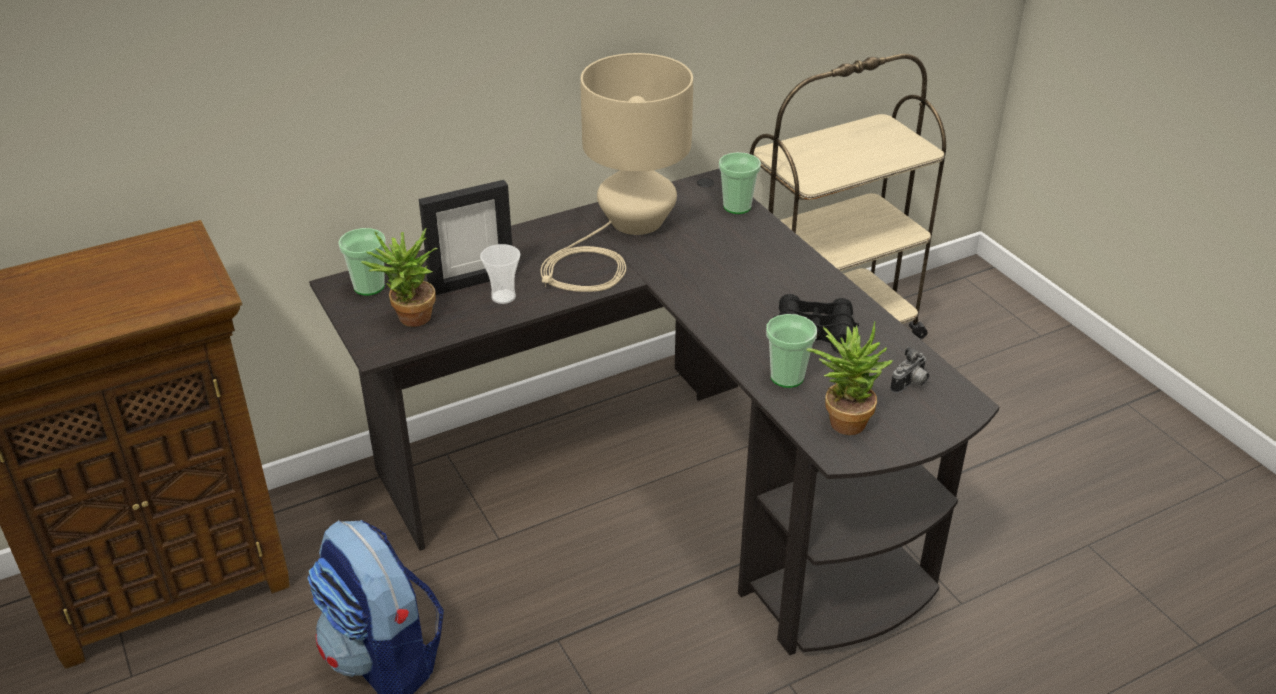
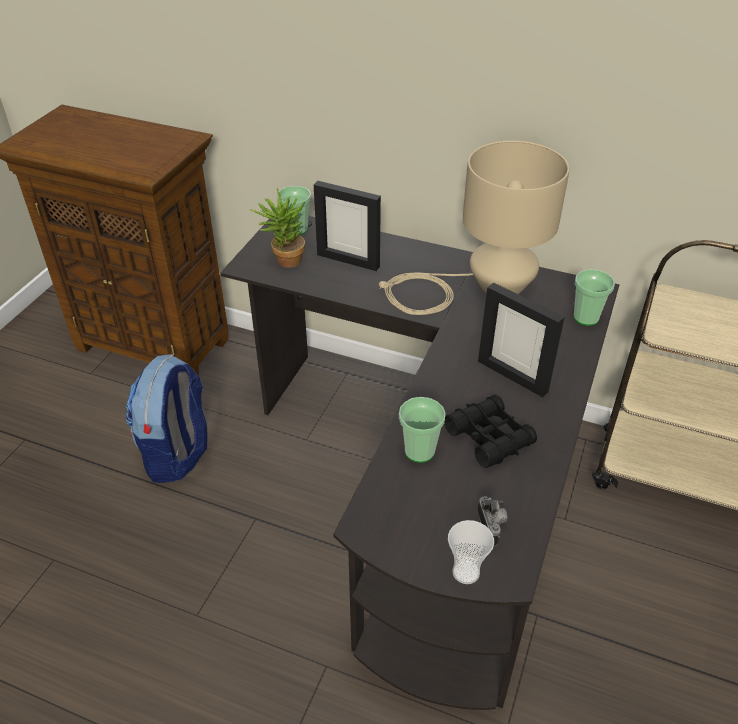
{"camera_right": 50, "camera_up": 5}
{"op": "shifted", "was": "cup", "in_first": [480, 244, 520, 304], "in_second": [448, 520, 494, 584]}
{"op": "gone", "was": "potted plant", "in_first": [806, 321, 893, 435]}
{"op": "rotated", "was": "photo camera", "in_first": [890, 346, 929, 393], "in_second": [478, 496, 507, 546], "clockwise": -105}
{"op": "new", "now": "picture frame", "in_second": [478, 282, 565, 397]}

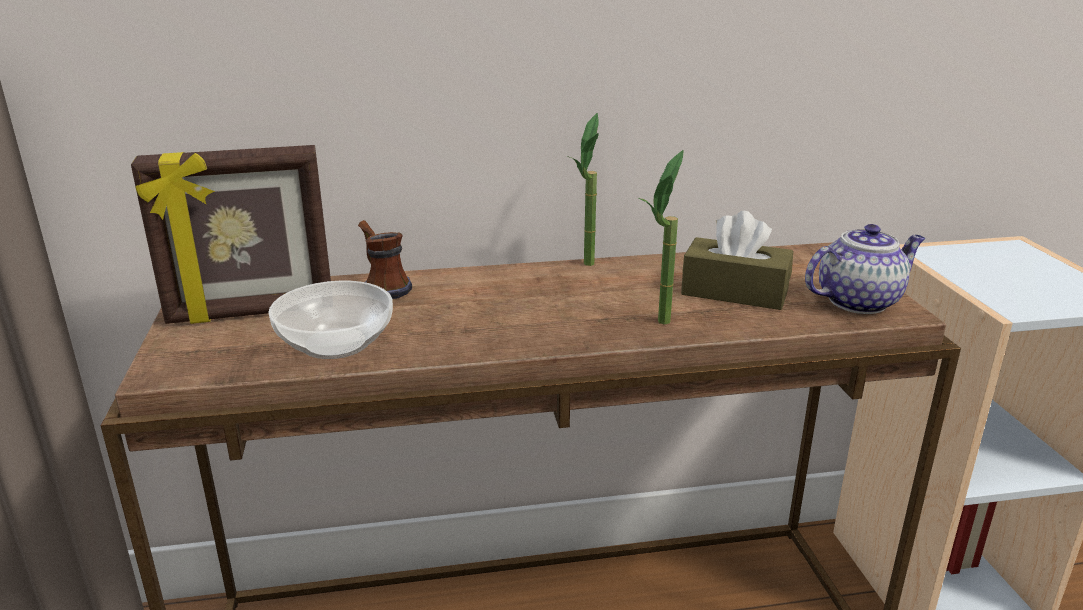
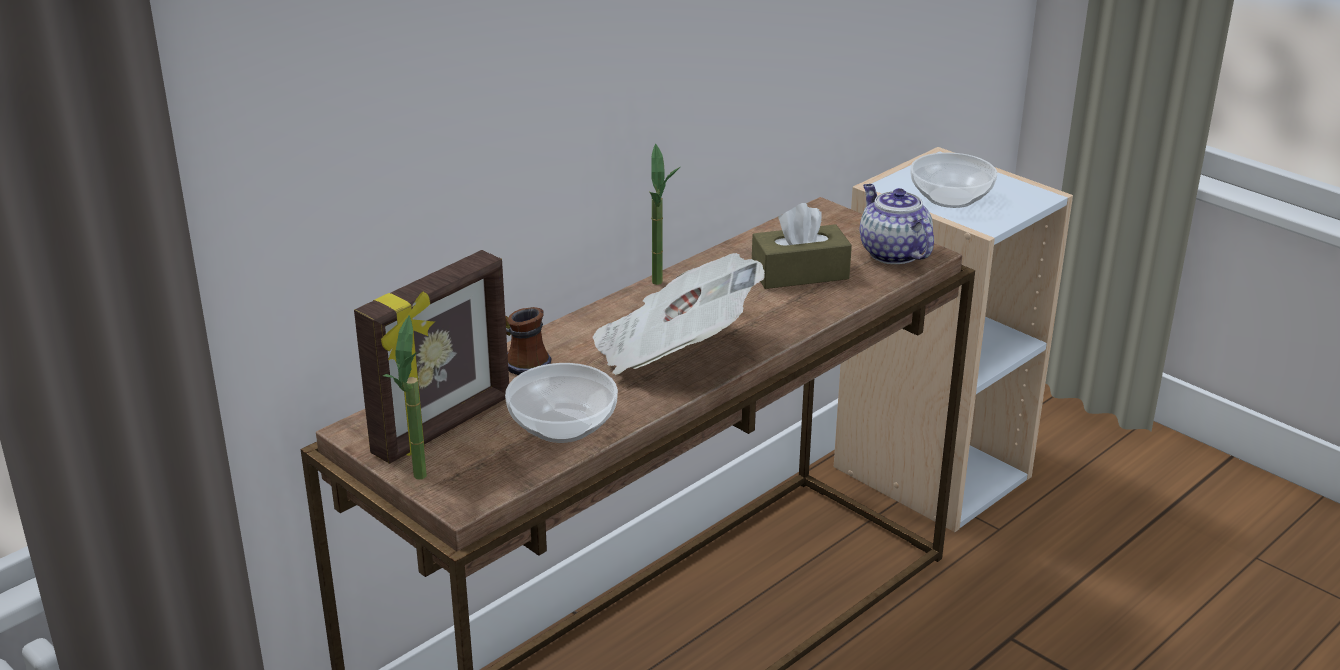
{"camera_right": -35, "camera_up": 5}
{"op": "shifted", "was": "potted plant", "in_first": [639, 150, 684, 325], "in_second": [383, 315, 427, 480]}
{"op": "rotated", "was": "teapot", "in_first": [805, 224, 926, 314], "in_second": [860, 184, 934, 264], "clockwise": -60}
{"op": "new", "now": "bowl", "in_second": [910, 152, 997, 208]}
{"op": "new", "now": "newspaper", "in_second": [592, 253, 765, 375]}

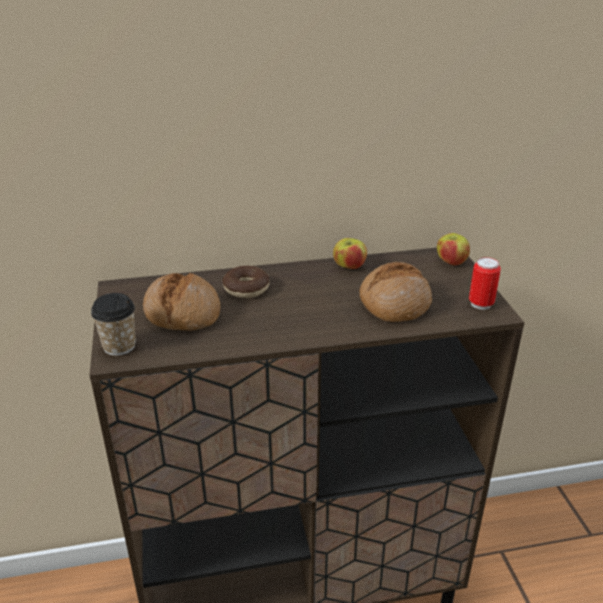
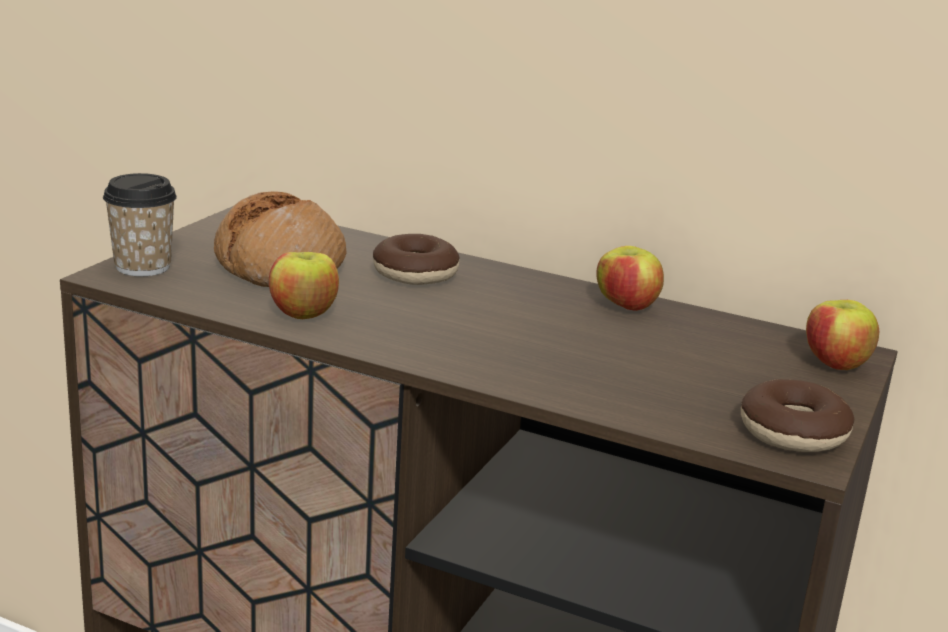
{"camera_right": 35, "camera_up": -10}
{"op": "swapped", "was": "can", "now": "donut", "in_first": [469, 257, 501, 310], "in_second": [741, 379, 854, 452]}
{"op": "gone", "was": "bread", "in_first": [359, 262, 432, 322]}
{"op": "new", "now": "apple", "in_second": [269, 252, 339, 319]}

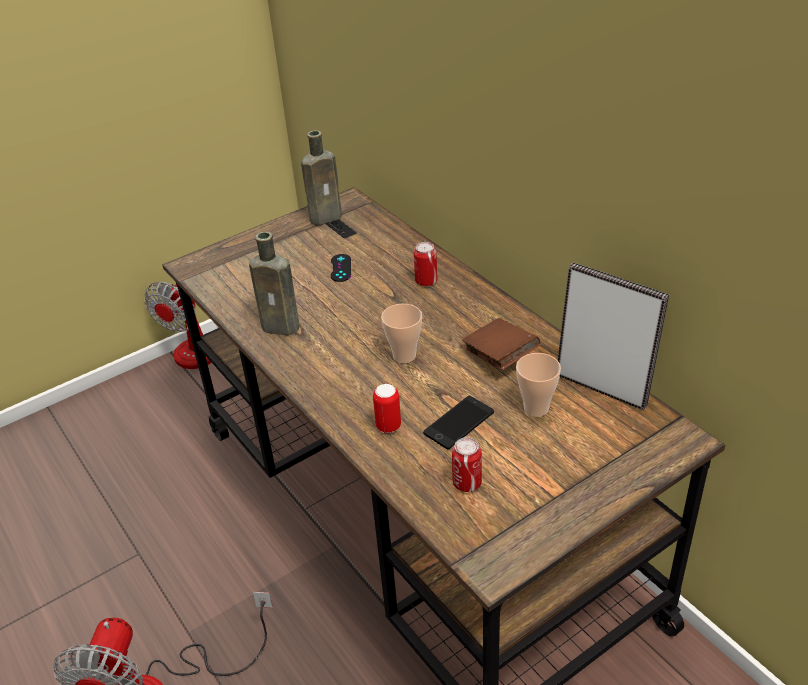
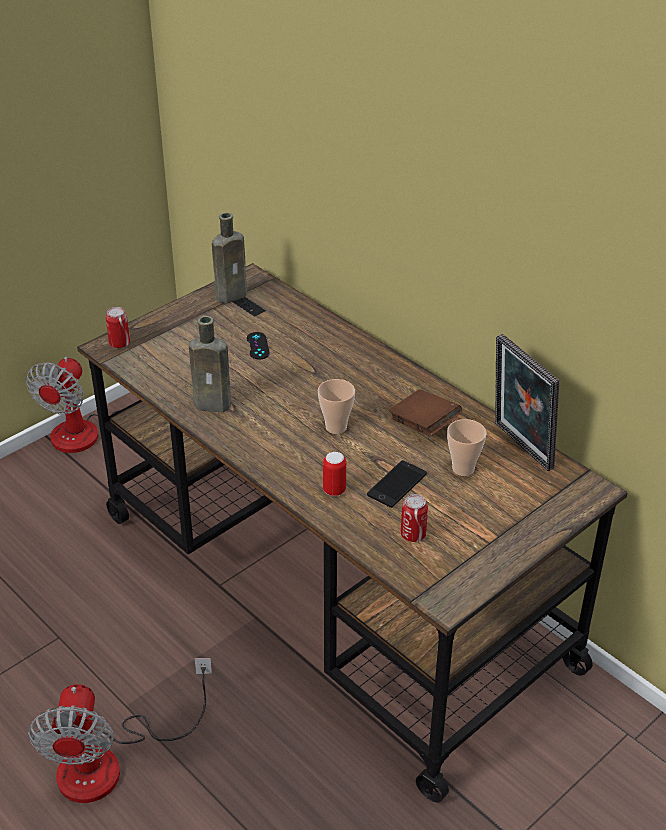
{"camera_right": -10, "camera_up": 0}
{"op": "shifted", "was": "can", "in_first": [414, 242, 438, 286], "in_second": [106, 307, 130, 348]}
{"op": "rotated", "was": "picture frame", "in_first": [558, 263, 669, 410], "in_second": [495, 334, 559, 471], "clockwise": -150}

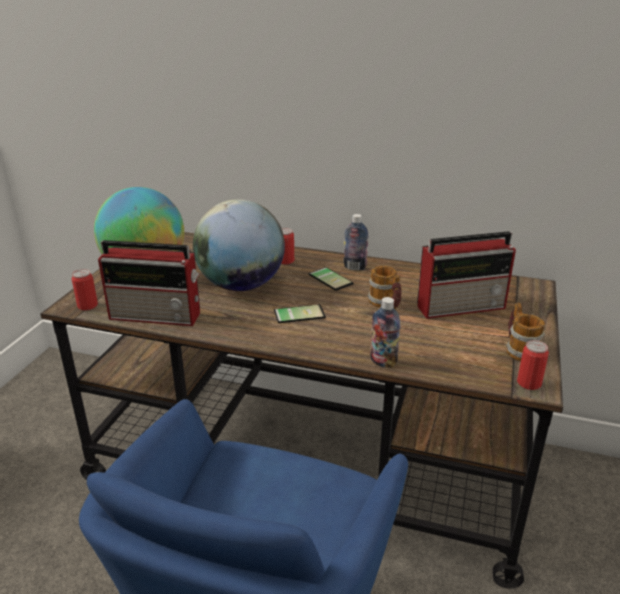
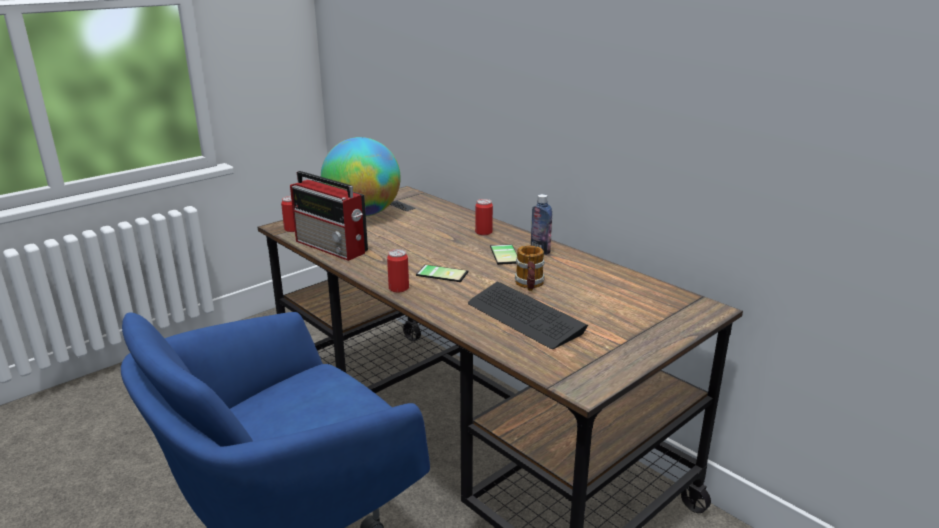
{"camera_right": 30, "camera_up": -5}
{"op": "gone", "was": "globe", "in_first": [193, 199, 285, 291]}
{"op": "gone", "was": "radio", "in_first": [417, 231, 516, 319]}
{"op": "gone", "was": "bottle", "in_first": [370, 297, 400, 368]}
{"op": "gone", "was": "mug", "in_first": [506, 303, 545, 361]}
{"op": "shifted", "was": "can", "in_first": [517, 340, 549, 390], "in_second": [387, 249, 409, 293]}
{"op": "new", "now": "keyboard", "in_second": [468, 282, 588, 349]}

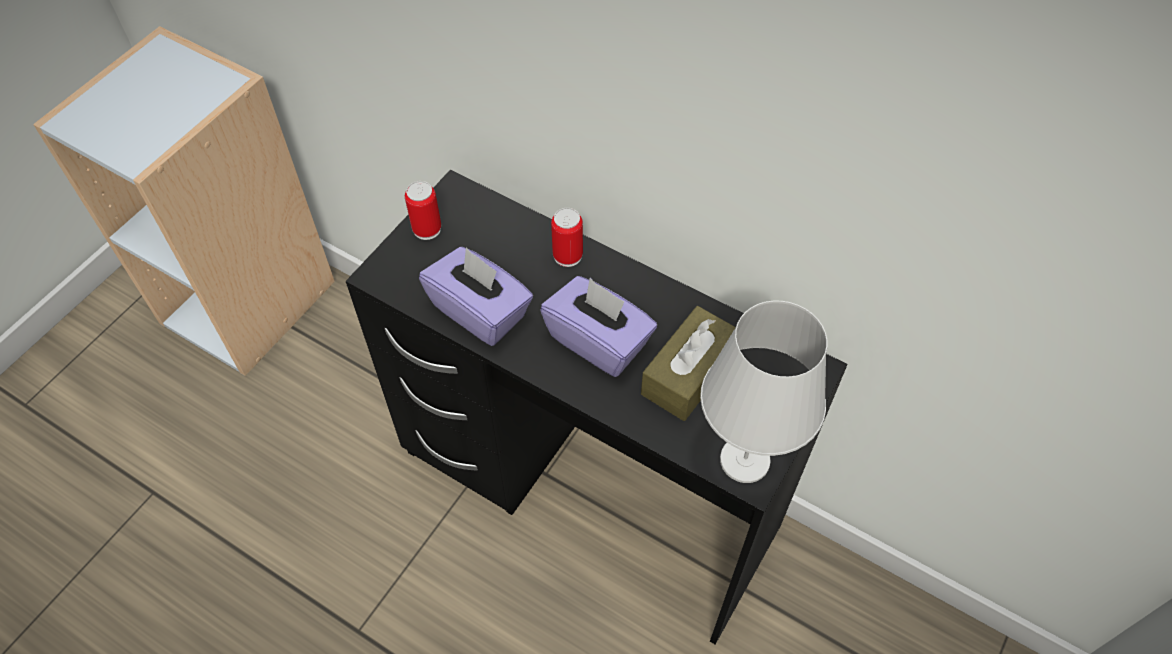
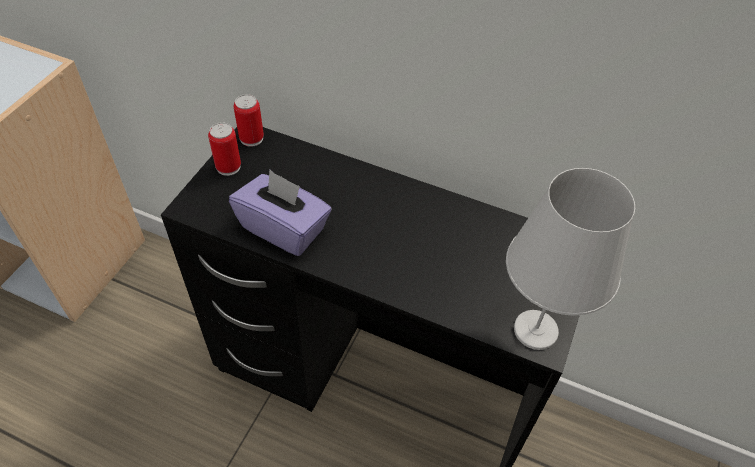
{"camera_right": -10, "camera_up": -5}
{"op": "shifted", "was": "can", "in_first": [551, 208, 583, 267], "in_second": [234, 94, 264, 147]}
{"op": "gone", "was": "tissue box in purple", "in_first": [540, 276, 657, 377]}
{"op": "gone", "was": "tissue box in brown", "in_first": [641, 306, 736, 421]}

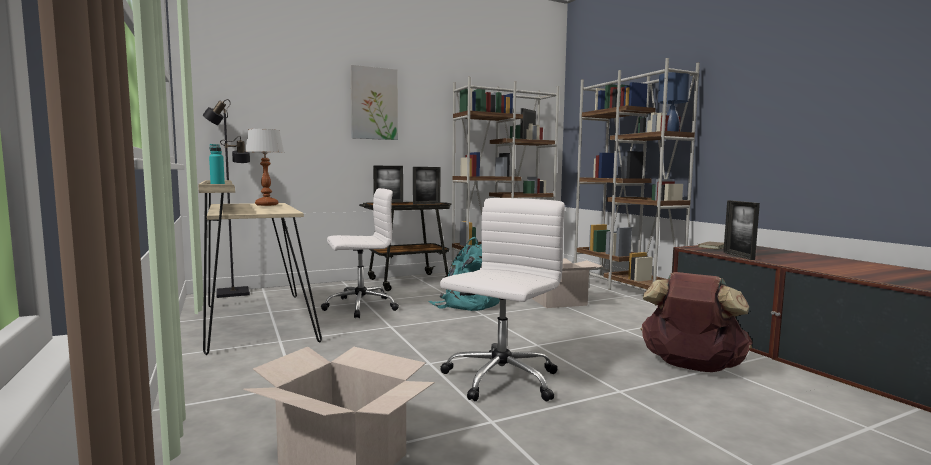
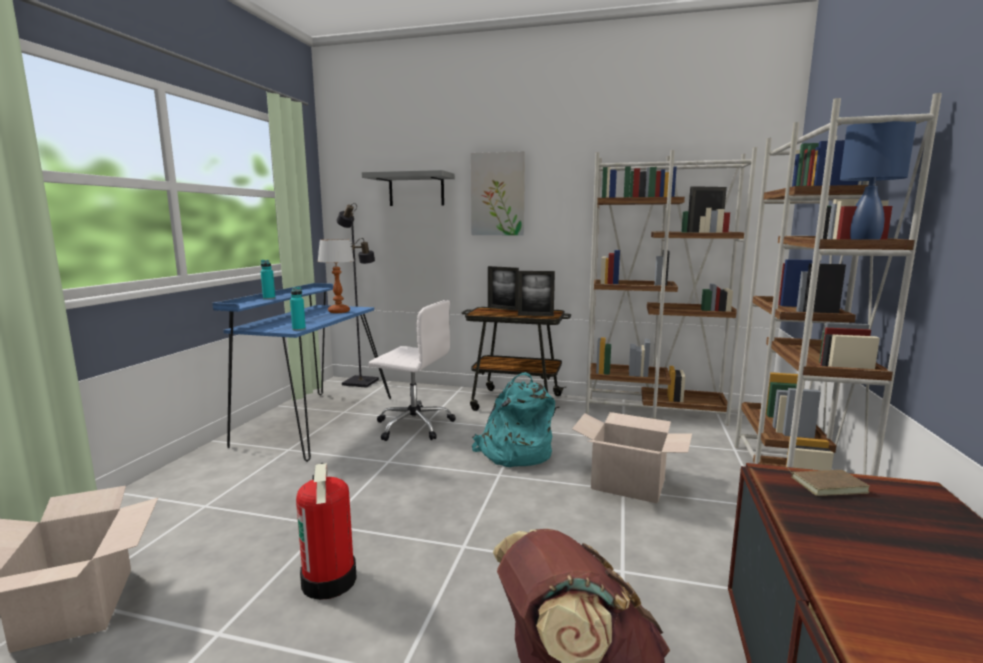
{"camera_right": 40, "camera_up": 5}
{"op": "repainted", "was": "desk in beige", "now": "desk in blue", "in_first": [198, 180, 322, 355], "in_second": [212, 283, 391, 462]}
{"op": "swapped", "was": "office chair in white", "now": "fire extinguisher", "in_first": [440, 198, 565, 402], "in_second": [296, 463, 357, 600]}
{"op": "gone", "was": "picture frame", "in_first": [723, 200, 760, 260]}
{"op": "new", "now": "shelf in grey", "in_second": [362, 170, 455, 206]}
{"op": "new", "now": "bottle in turquoise", "in_second": [290, 287, 306, 331]}

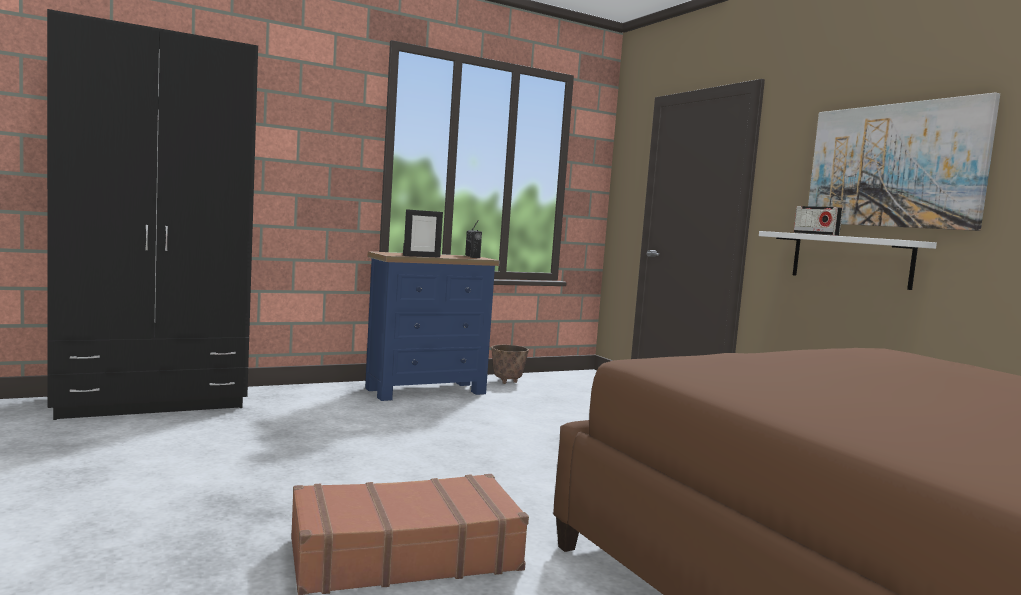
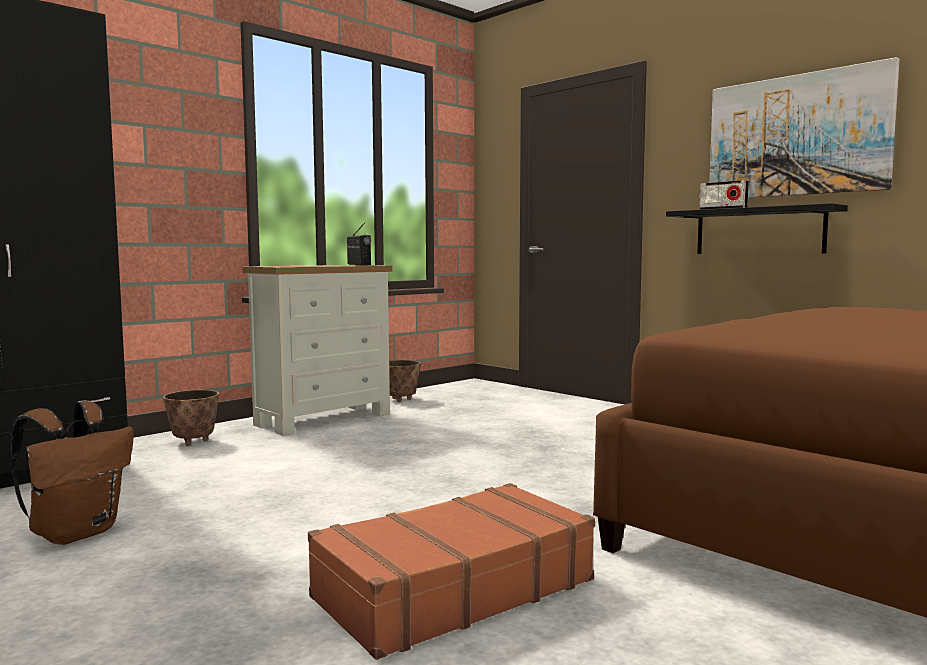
{"camera_right": -15, "camera_up": 0}
{"op": "gone", "was": "picture frame", "in_first": [403, 209, 443, 258]}
{"op": "repainted", "was": "shelf in white", "now": "shelf in black", "in_first": [759, 231, 937, 290], "in_second": [666, 203, 848, 254]}
{"op": "repainted", "was": "dresser in blue", "now": "dresser in white", "in_first": [365, 251, 500, 401], "in_second": [242, 265, 393, 436]}
{"op": "new", "now": "planter", "in_second": [163, 390, 219, 446]}
{"op": "new", "now": "backpack in brown", "in_second": [10, 401, 133, 545]}

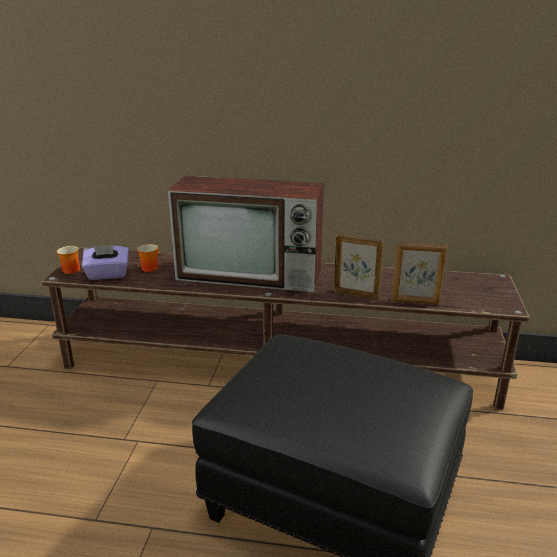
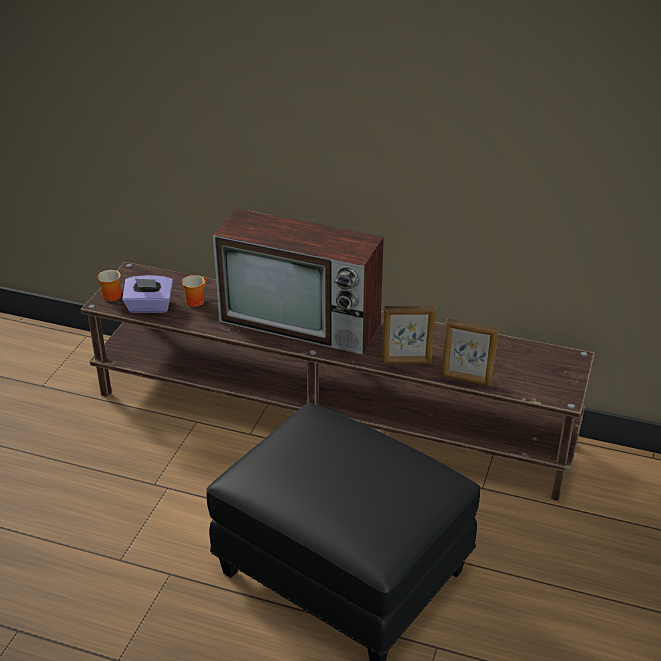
{"camera_right": 10, "camera_up": 10}
{"op": "rotated", "was": "picture frame", "in_first": [334, 234, 384, 300], "in_second": [382, 306, 436, 364], "clockwise": 150}

